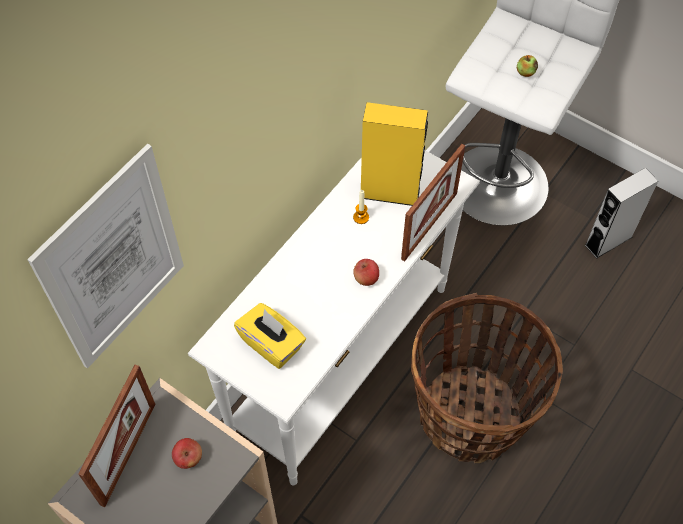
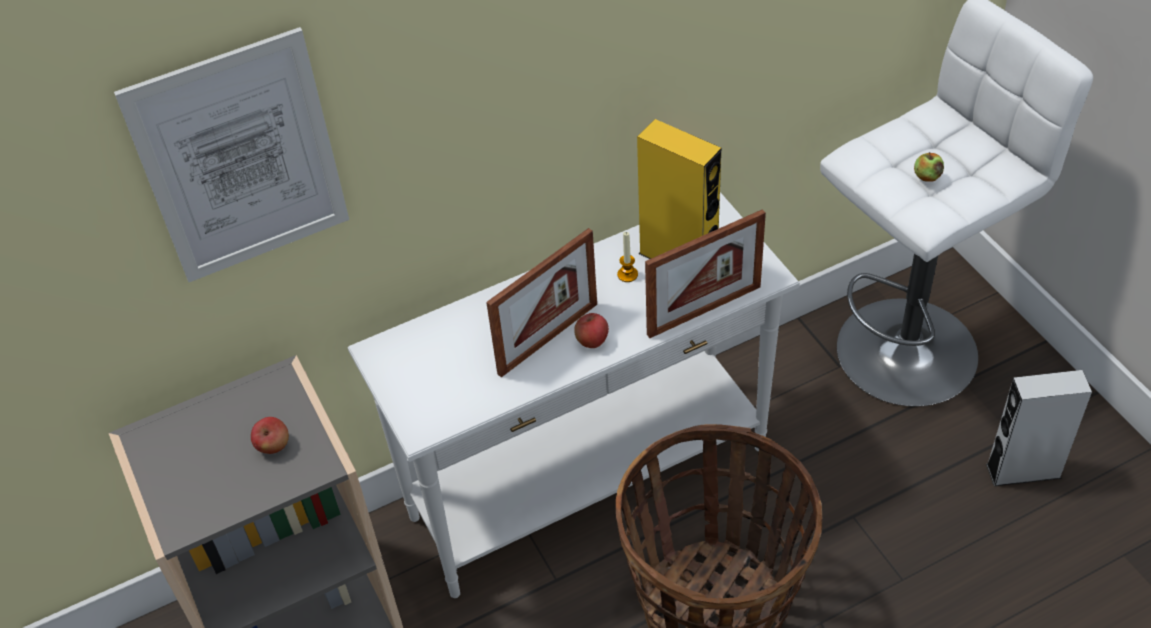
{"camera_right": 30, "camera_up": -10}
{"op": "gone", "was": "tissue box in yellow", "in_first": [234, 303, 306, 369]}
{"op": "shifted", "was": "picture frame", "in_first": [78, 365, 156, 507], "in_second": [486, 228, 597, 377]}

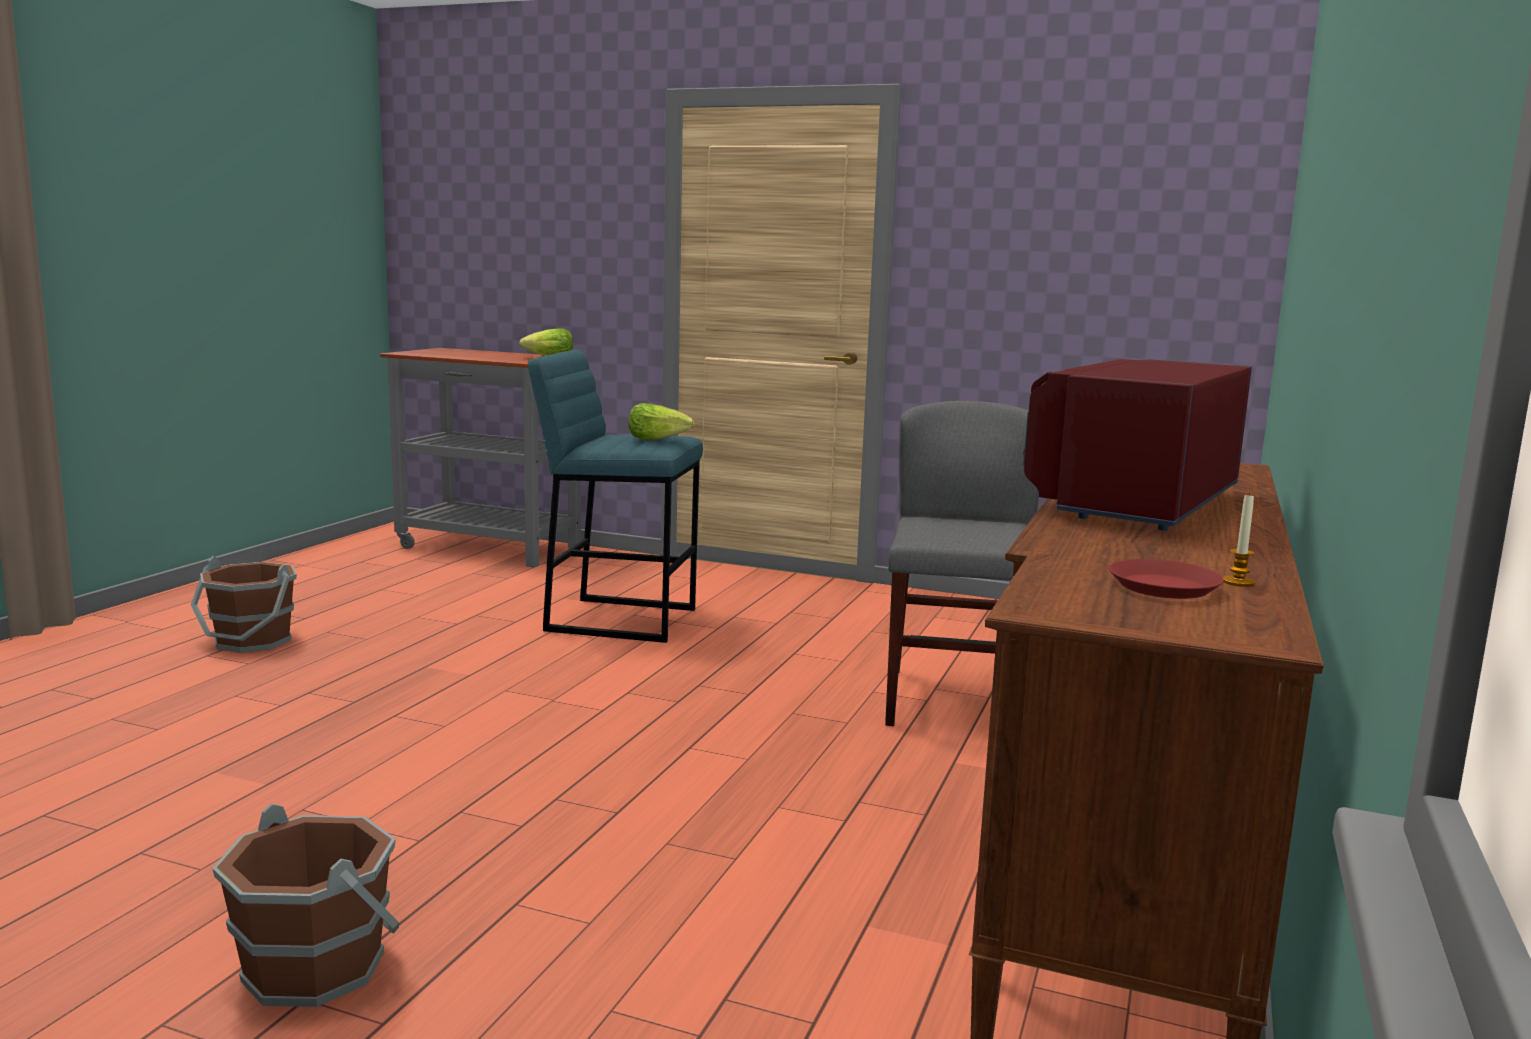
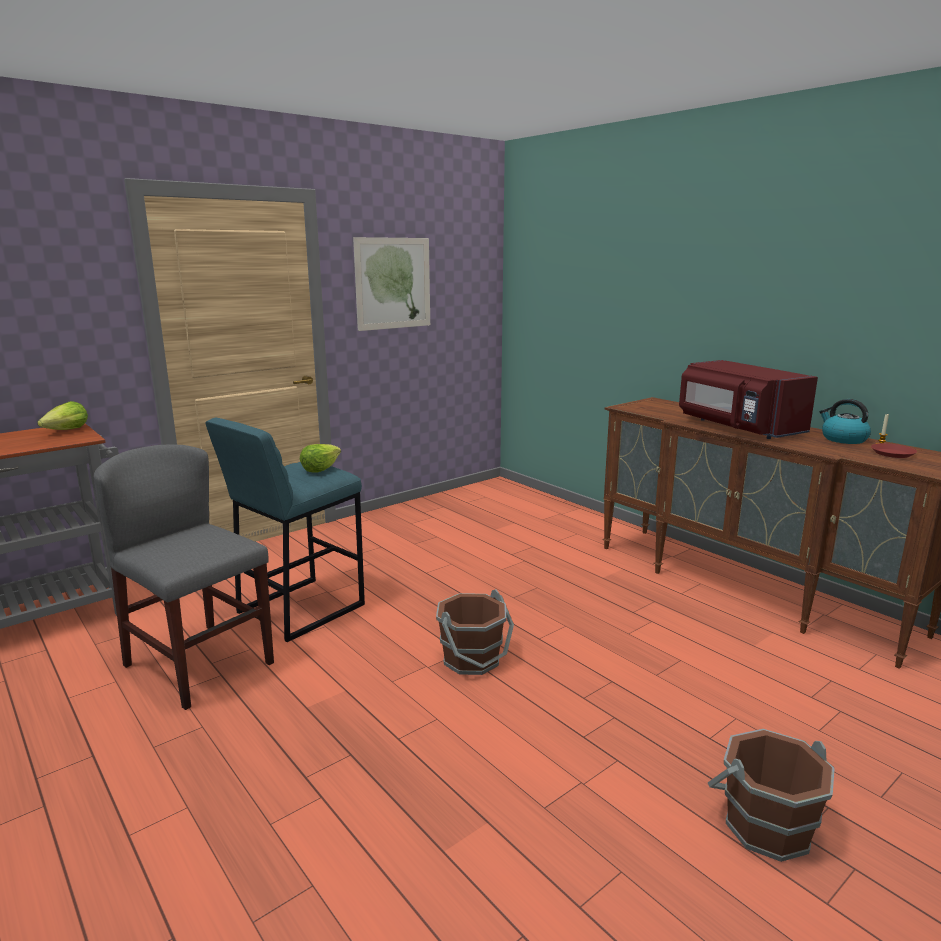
{"camera_right": -60, "camera_up": 5}
{"op": "shifted", "was": "chair in grey", "in_first": [885, 401, 1039, 726], "in_second": [94, 444, 274, 710]}
{"op": "shifted", "was": "bucket in brown", "in_first": [191, 556, 297, 653], "in_second": [436, 589, 514, 675]}
{"op": "new", "now": "picture", "in_second": [353, 237, 430, 331]}
{"op": "new", "now": "kettle", "in_second": [819, 399, 871, 444]}

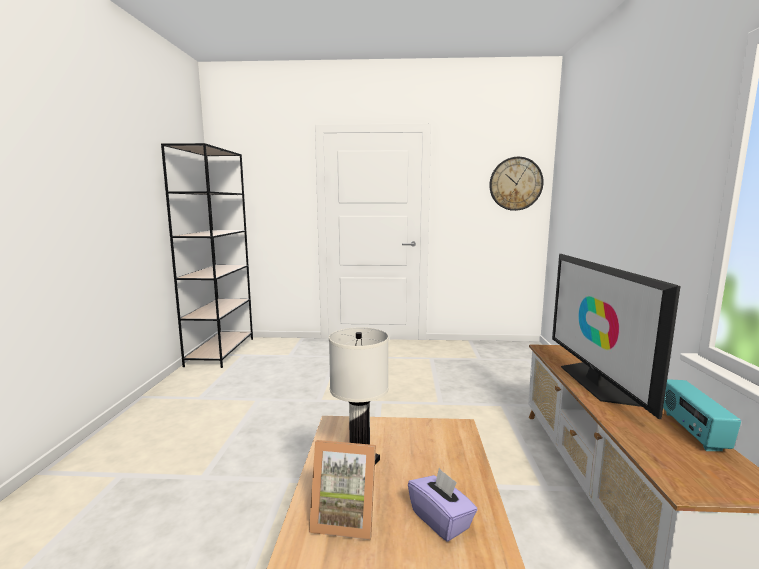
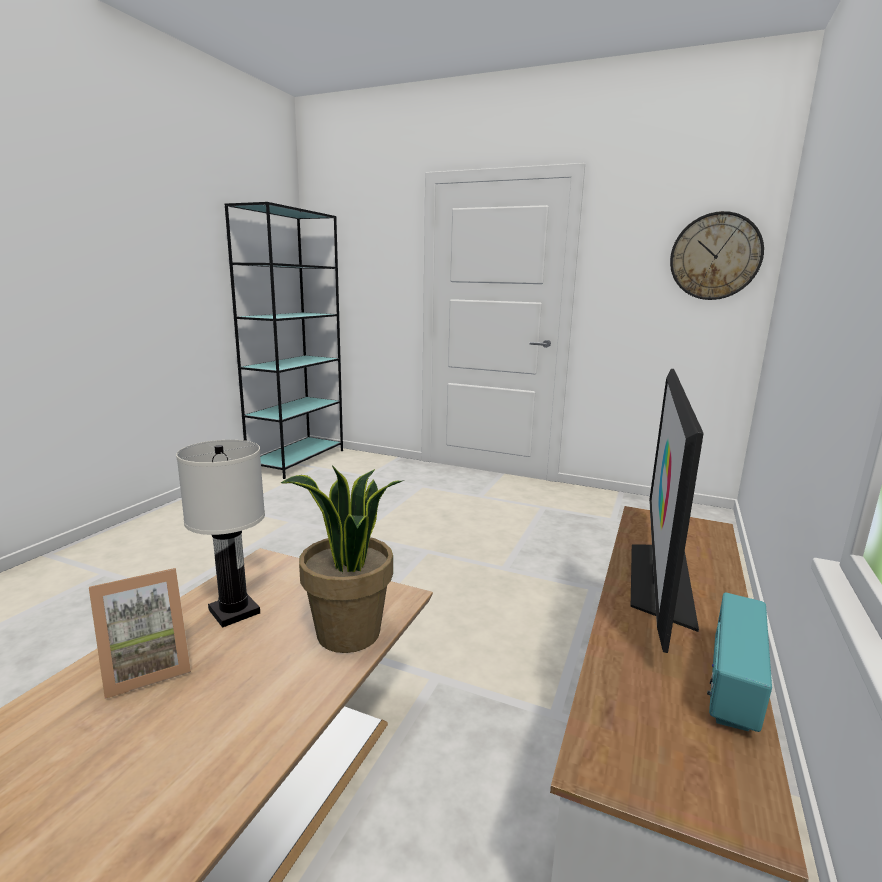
{"camera_right": 20, "camera_up": 5}
{"op": "repainted", "was": "bookcase in beige", "now": "bookcase in turquoise", "in_first": [161, 143, 253, 368], "in_second": [225, 202, 343, 479]}
{"op": "rotated", "was": "picture frame", "in_first": [309, 440, 376, 540], "in_second": [89, 568, 191, 699], "clockwise": -60}
{"op": "gone", "was": "tissue box in purple", "in_first": [408, 468, 478, 542]}
{"op": "new", "now": "potted plant", "in_second": [281, 465, 402, 653]}

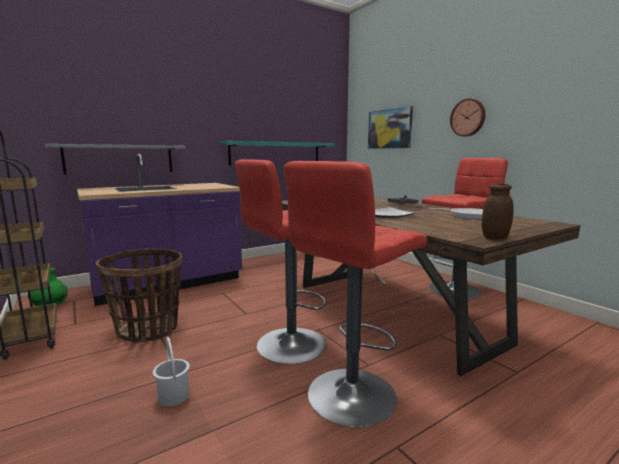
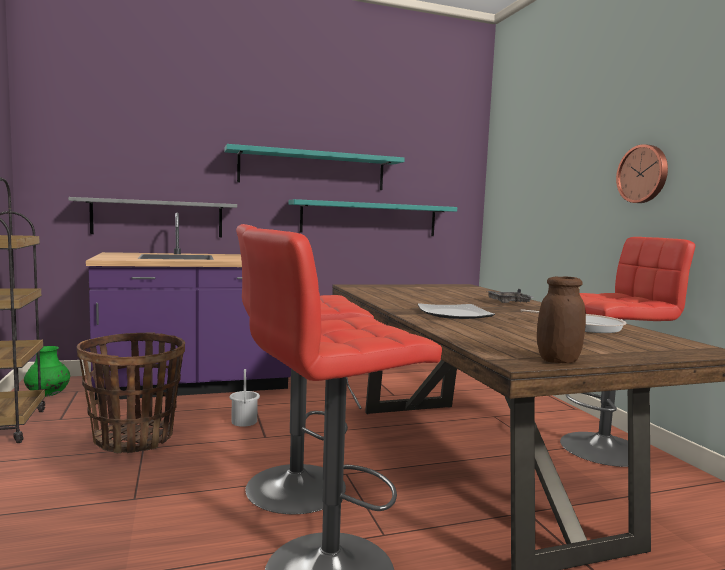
{"camera_right": 15, "camera_up": -5}
{"op": "gone", "was": "picture", "in_first": [368, 106, 413, 149]}
{"op": "shifted", "was": "bucket in white", "in_first": [153, 337, 190, 407], "in_second": [230, 369, 260, 427]}
{"op": "new", "now": "shelf in turquoise", "in_second": [224, 144, 405, 190]}

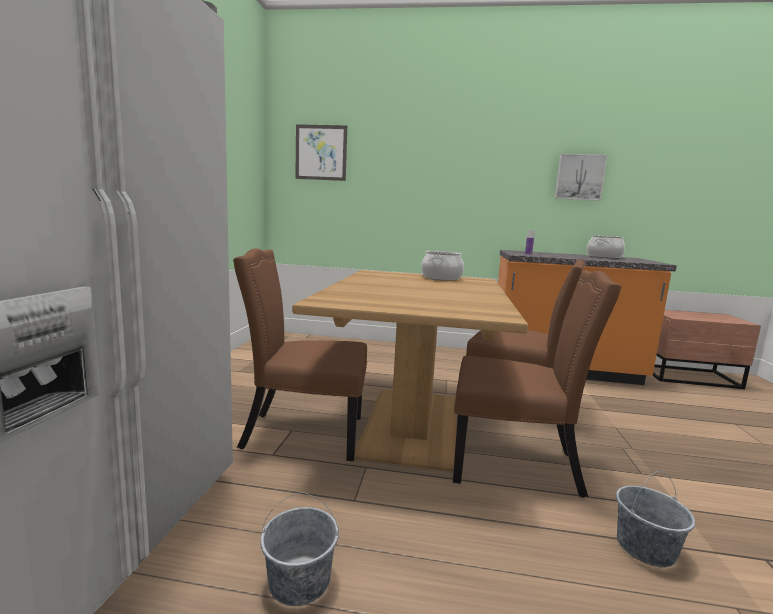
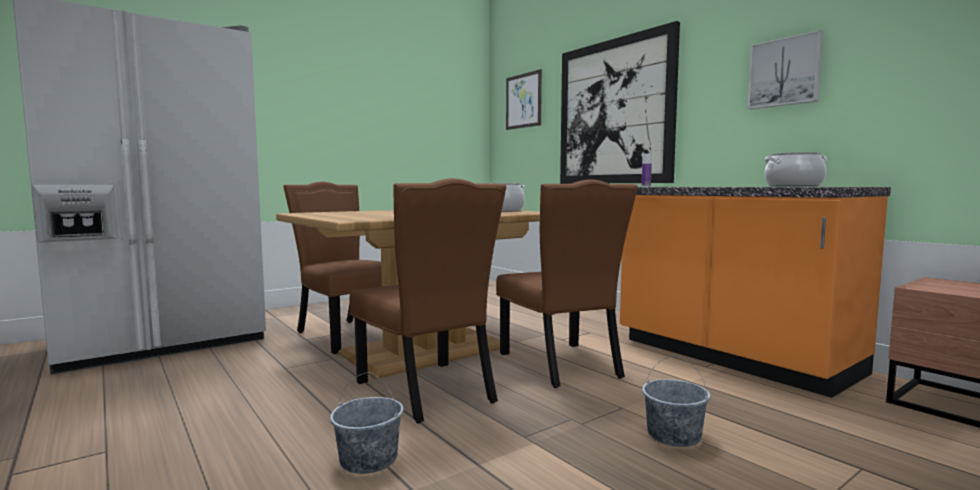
{"camera_right": 45, "camera_up": -5}
{"op": "shifted", "was": "bucket in grey", "in_first": [260, 492, 339, 606], "in_second": [642, 356, 711, 447]}
{"op": "new", "now": "picture", "in_second": [560, 21, 680, 184]}

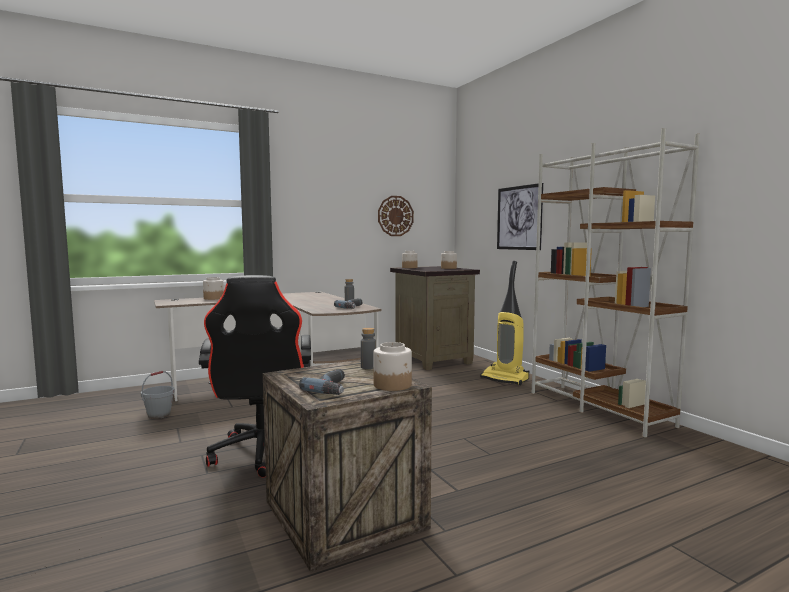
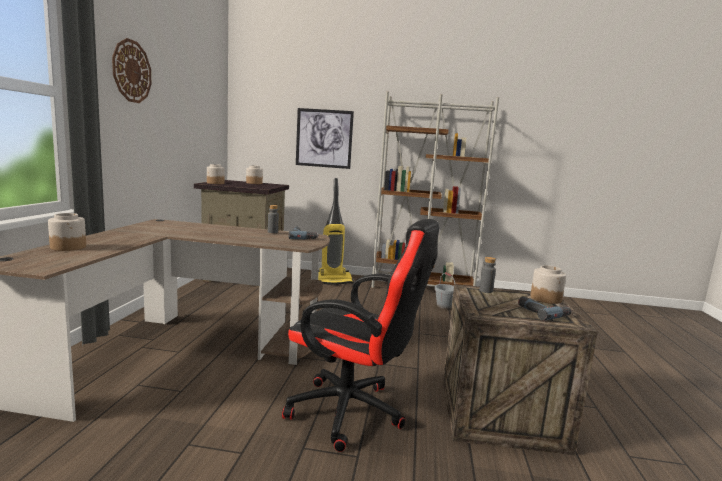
{"camera_right": -55, "camera_up": 5}
{"op": "shifted", "was": "wall clock", "in_first": [378, 196, 414, 236], "in_second": [112, 38, 151, 103]}
{"op": "shifted", "was": "bucket in grey", "in_first": [141, 371, 175, 419], "in_second": [435, 272, 455, 310]}

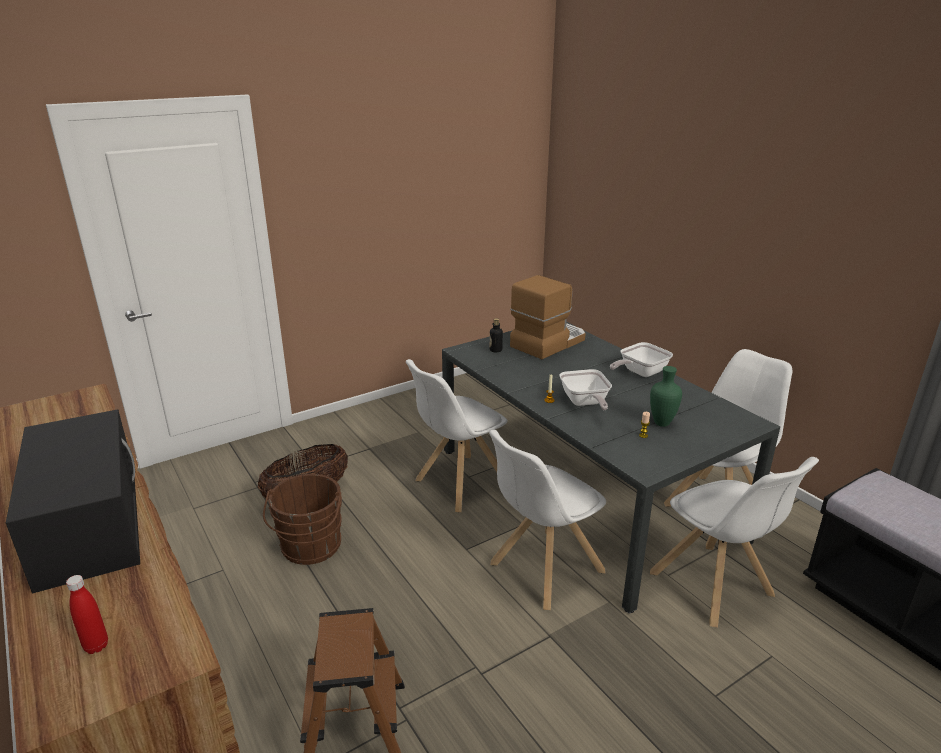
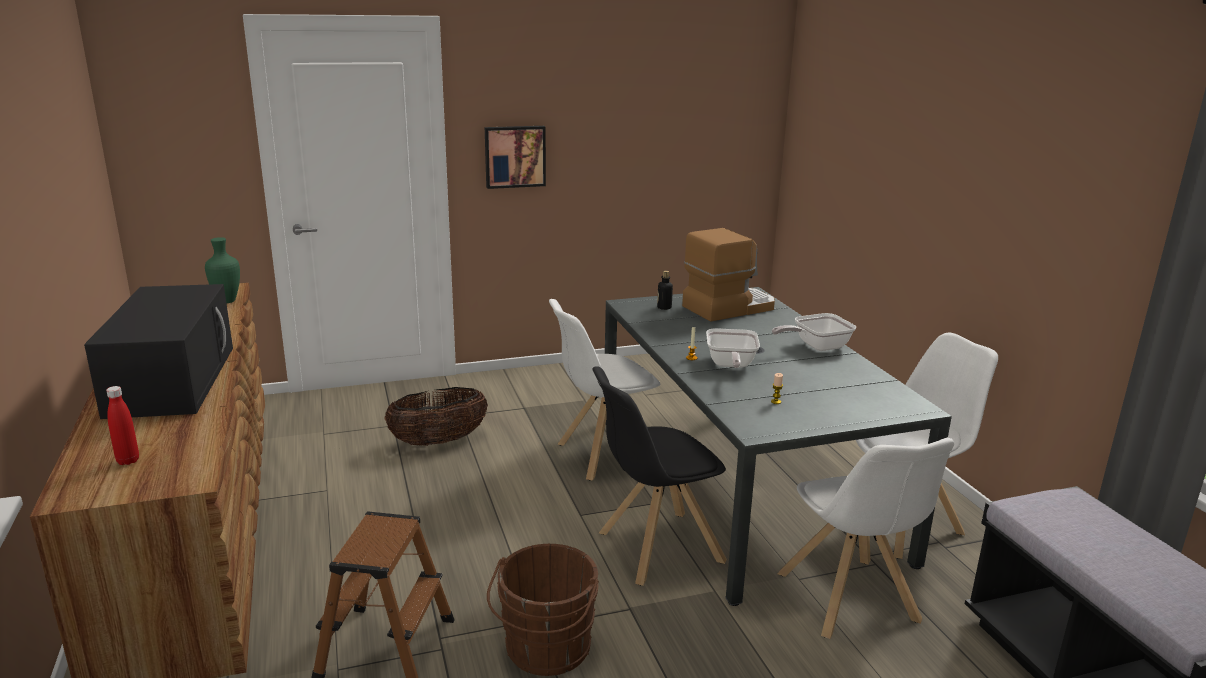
{"camera_right": 15, "camera_up": -5}
{"op": "shifted", "was": "vase in green", "in_first": [650, 366, 682, 427], "in_second": [205, 237, 240, 303]}
{"op": "repainted", "was": "chair in white", "now": "chair in black", "in_first": [489, 430, 606, 610], "in_second": [592, 366, 727, 586]}
{"op": "shifted", "was": "bucket in brown", "in_first": [263, 474, 342, 565], "in_second": [487, 544, 599, 676]}
{"op": "new", "now": "picture", "in_second": [485, 126, 546, 189]}

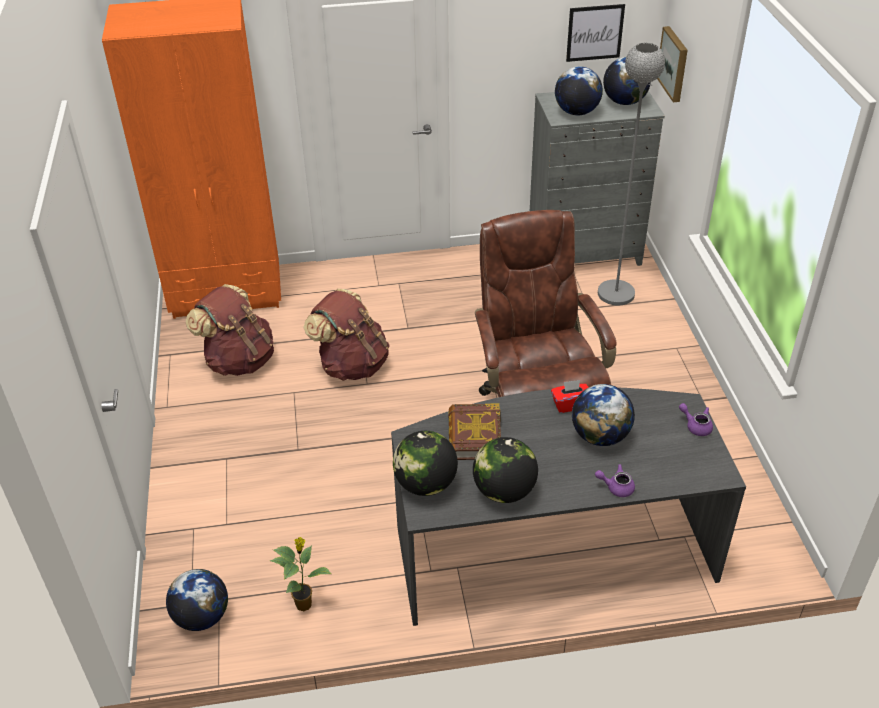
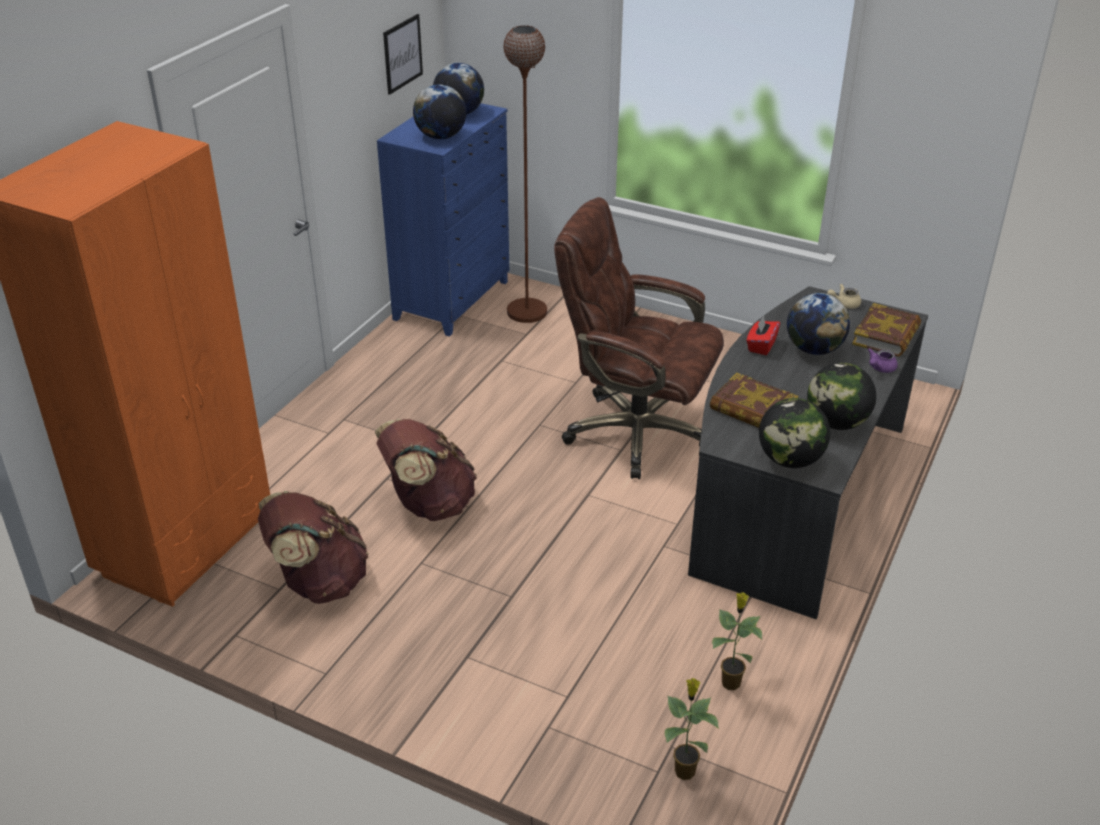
{"camera_right": -55, "camera_up": -5}
{"op": "gone", "was": "picture", "in_first": [657, 26, 688, 102]}
{"op": "repainted", "was": "floor lamp in grey", "now": "floor lamp in brown", "in_first": [598, 43, 665, 305], "in_second": [504, 25, 547, 323]}
{"op": "repainted", "was": "dresser in grey", "now": "dresser in blue", "in_first": [530, 88, 665, 266], "in_second": [377, 103, 509, 336]}
{"op": "repainted", "was": "teapot in purple", "now": "teapot in beige", "in_first": [679, 403, 713, 436], "in_second": [827, 284, 861, 309]}
{"op": "swapped", "was": "globe", "now": "potted plant", "in_first": [166, 569, 228, 631], "in_second": [665, 678, 719, 780]}
{"op": "new", "now": "book", "in_second": [852, 303, 921, 357]}

